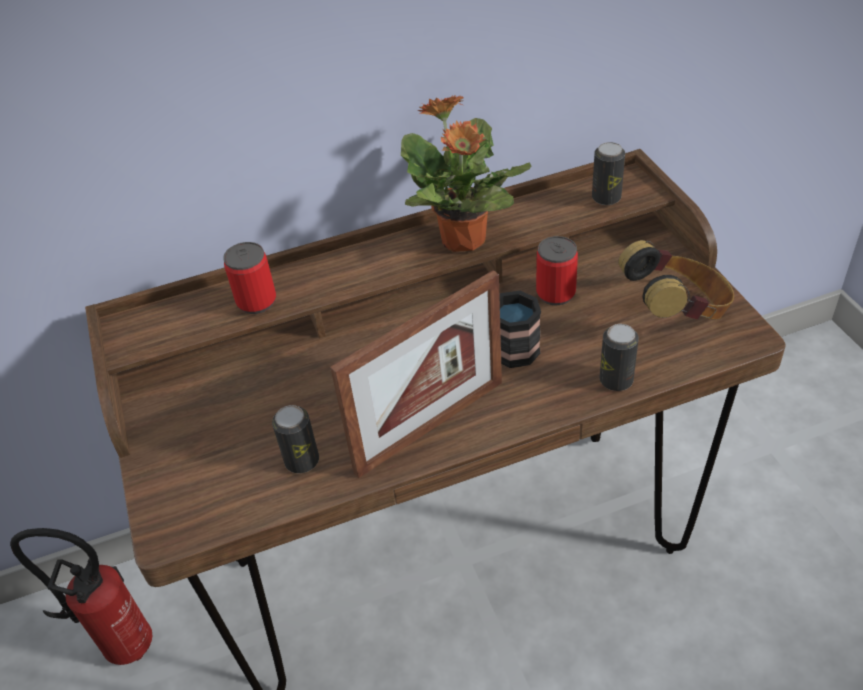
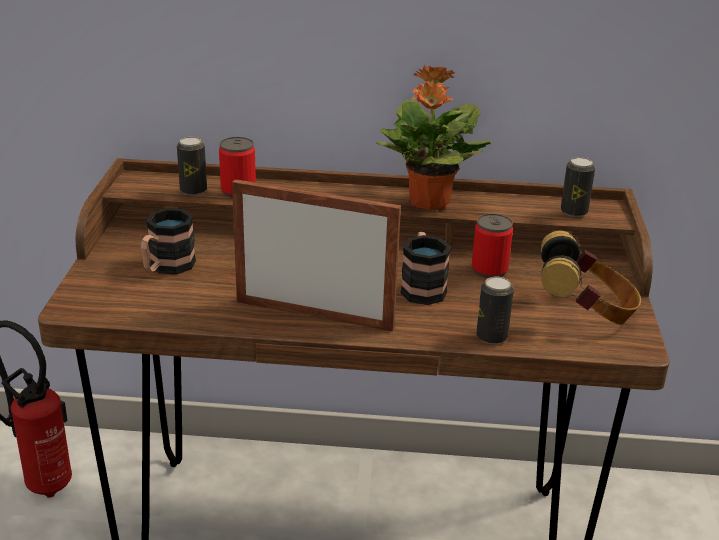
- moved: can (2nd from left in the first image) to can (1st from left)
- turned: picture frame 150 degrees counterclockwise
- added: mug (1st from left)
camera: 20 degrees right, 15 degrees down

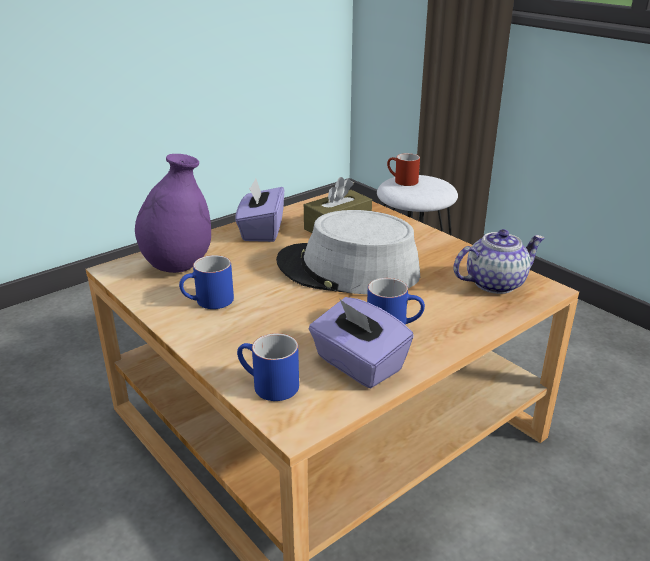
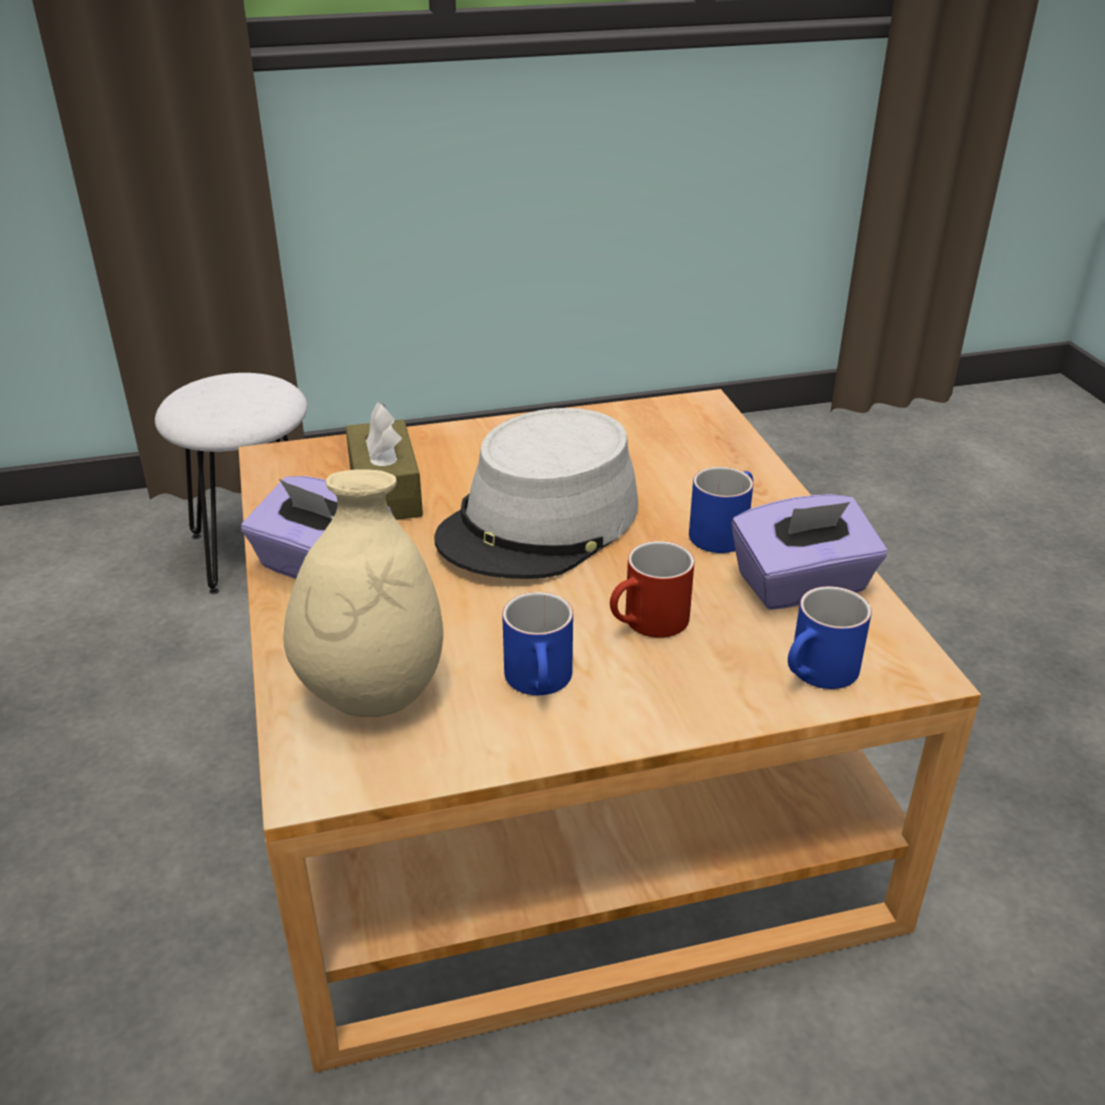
- recoloured: vase in purple to vase in beige
- moved: mug in red
- removed: teapot
camera: 65 degrees left, 5 degrees up

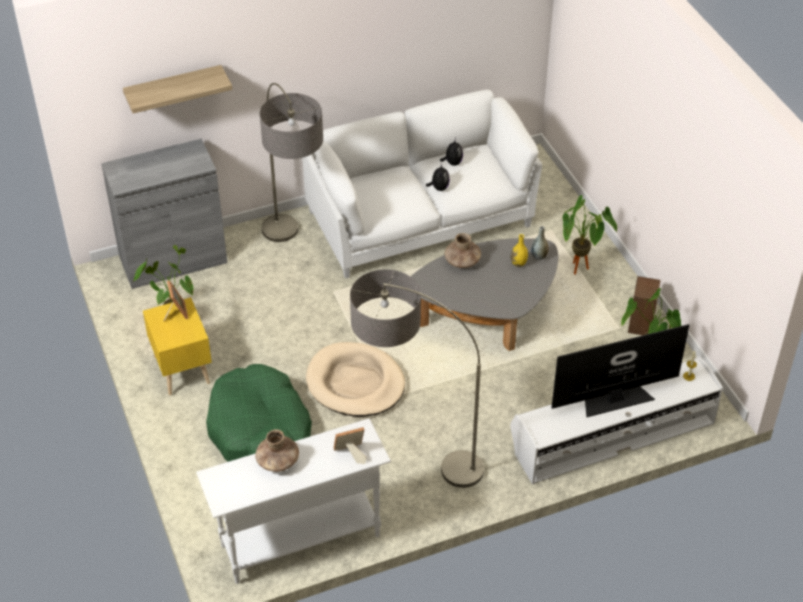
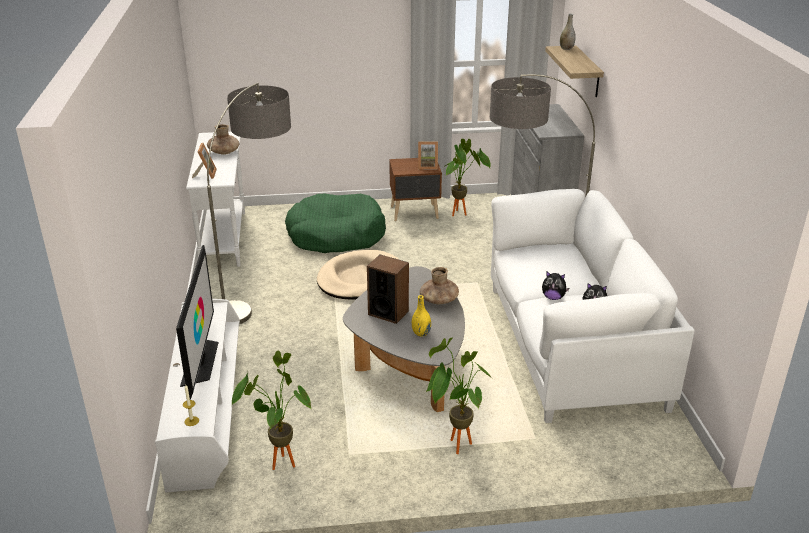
- recoloured: nightstand in yellow to nightstand in brown
- moved: vase in grey
- moved: speaker
camera: 105 degrees right, 15 degrees down

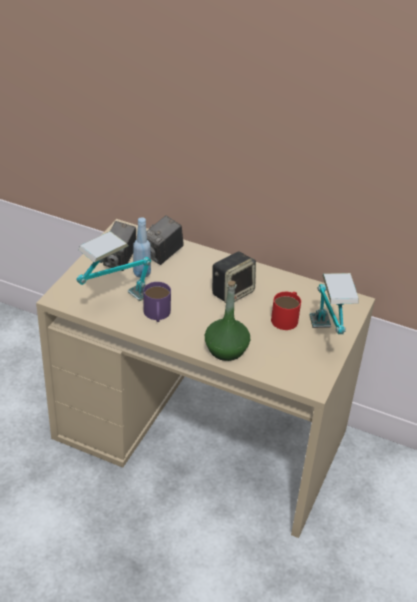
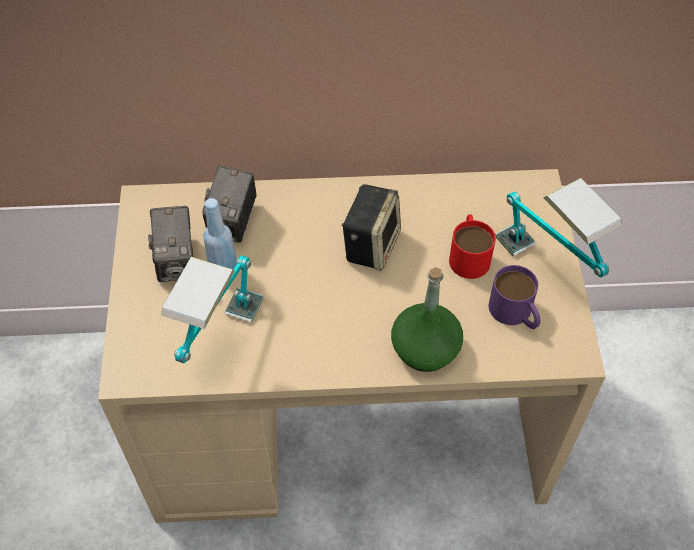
- moved: mug in purple
camera: 25 degrees left, 15 degrees up

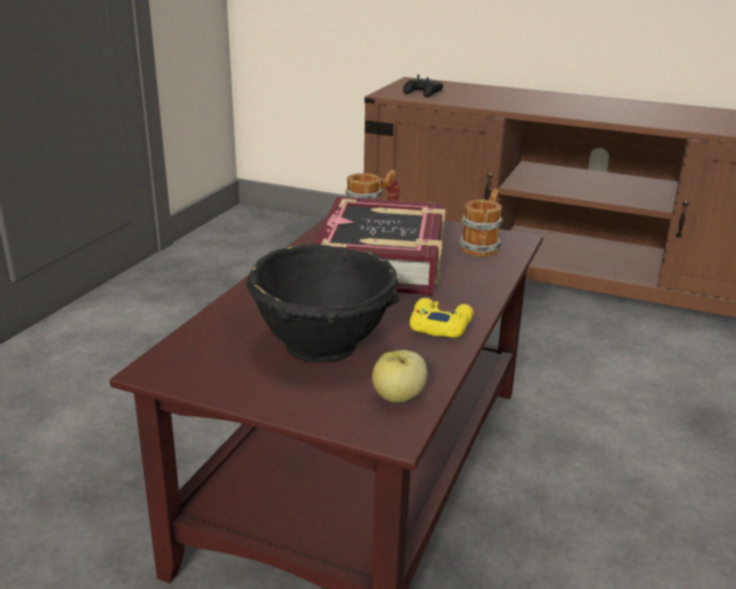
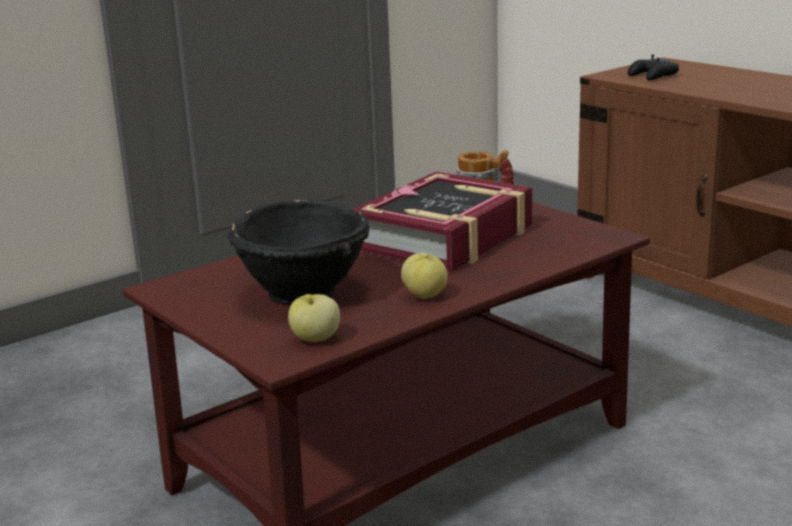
- replaced: game controller in yellow to apple (2nd from left)
- removed: mug (2nd from left)
camera: 30 degrees right, 5 degrees down

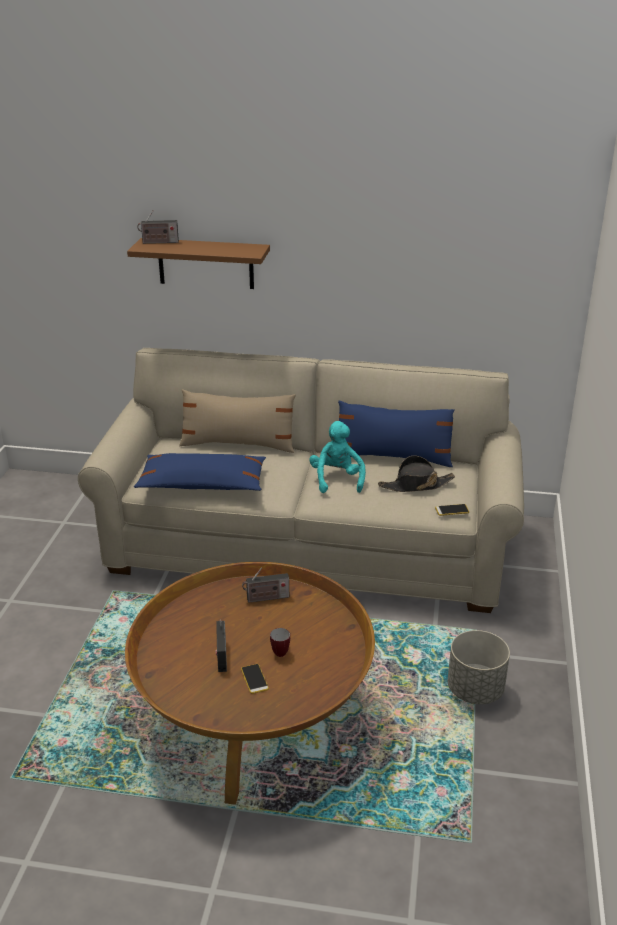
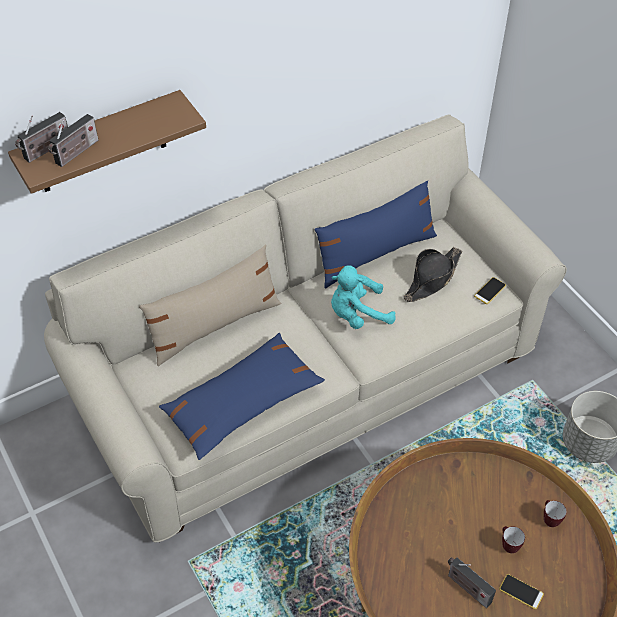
- moved: radio (3rd from left in the first image) to radio (2nd from left)
- turned: plush toy in turquoise 60 degrees counterclockwise
- added: mug (2nd from left)
camera: 40 degrees left, 20 degrees up

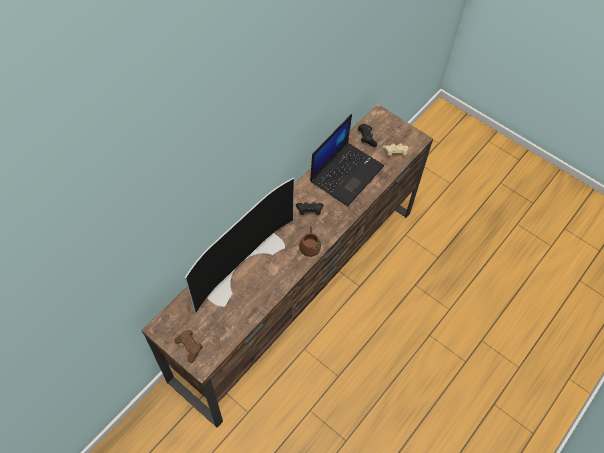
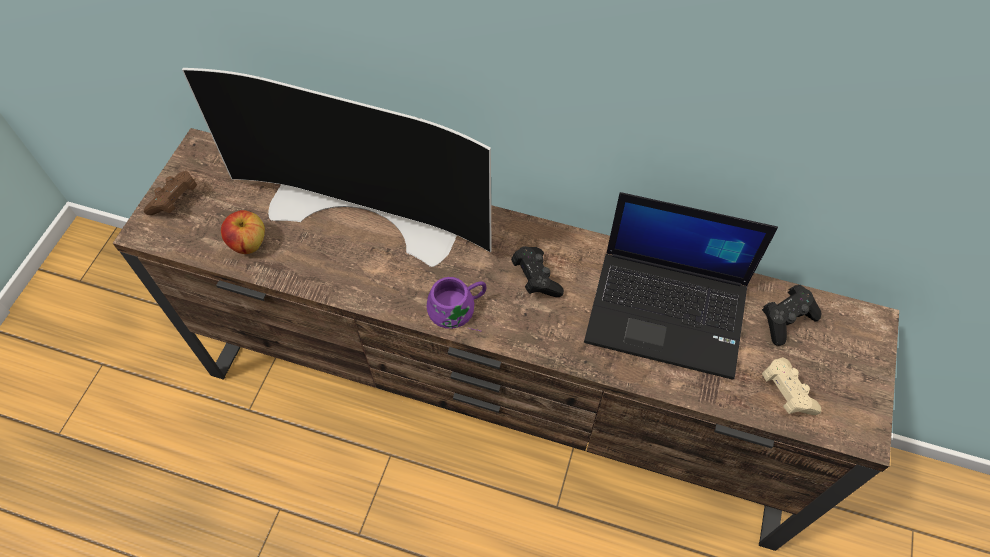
- recoloured: mug in brown to mug in purple
- added: apple
camera: 70 degrees right, 0 degrees up

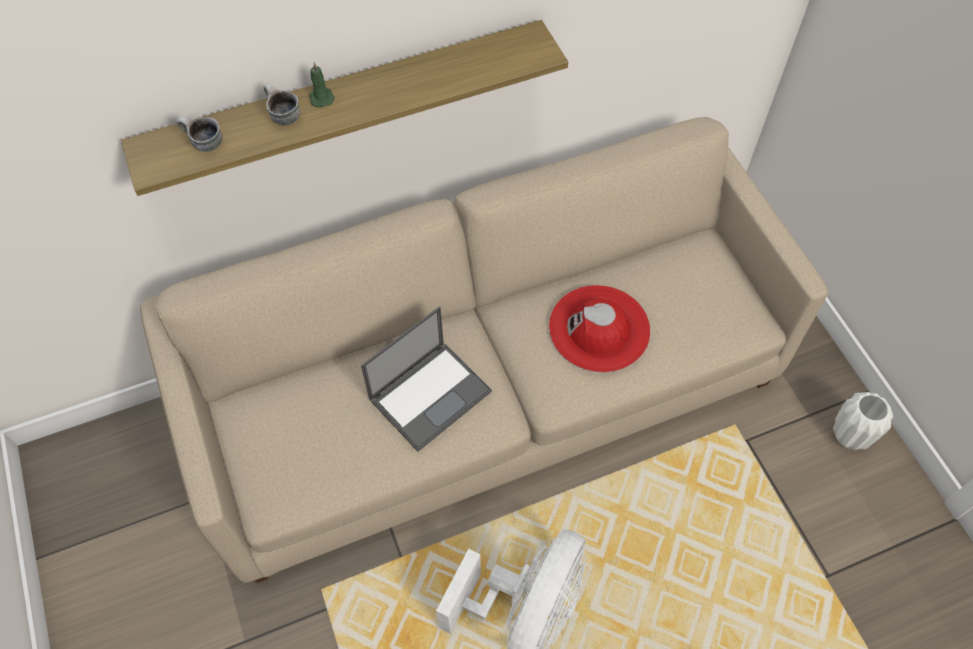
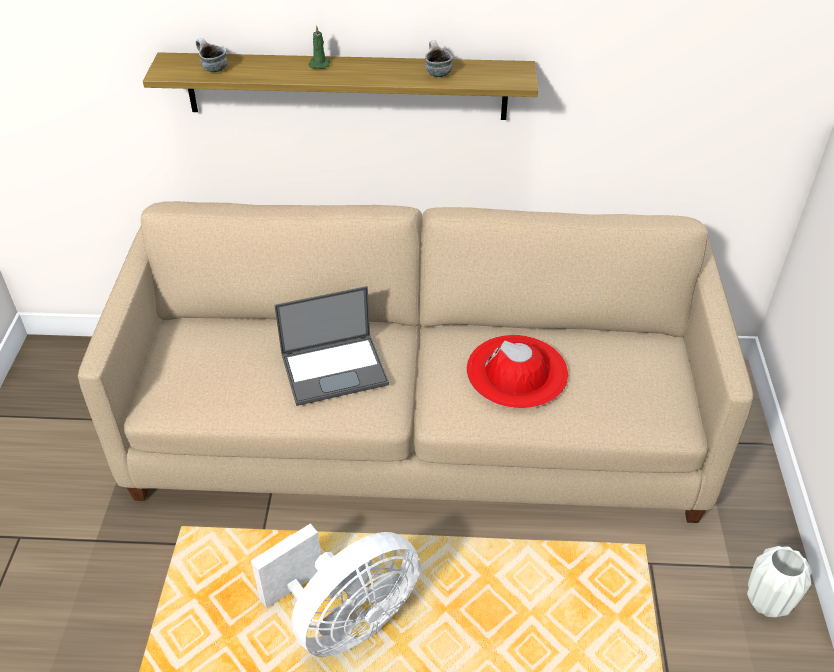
- moved: mug (2nd from left)
camera: 25 degrees right, 15 degrees down

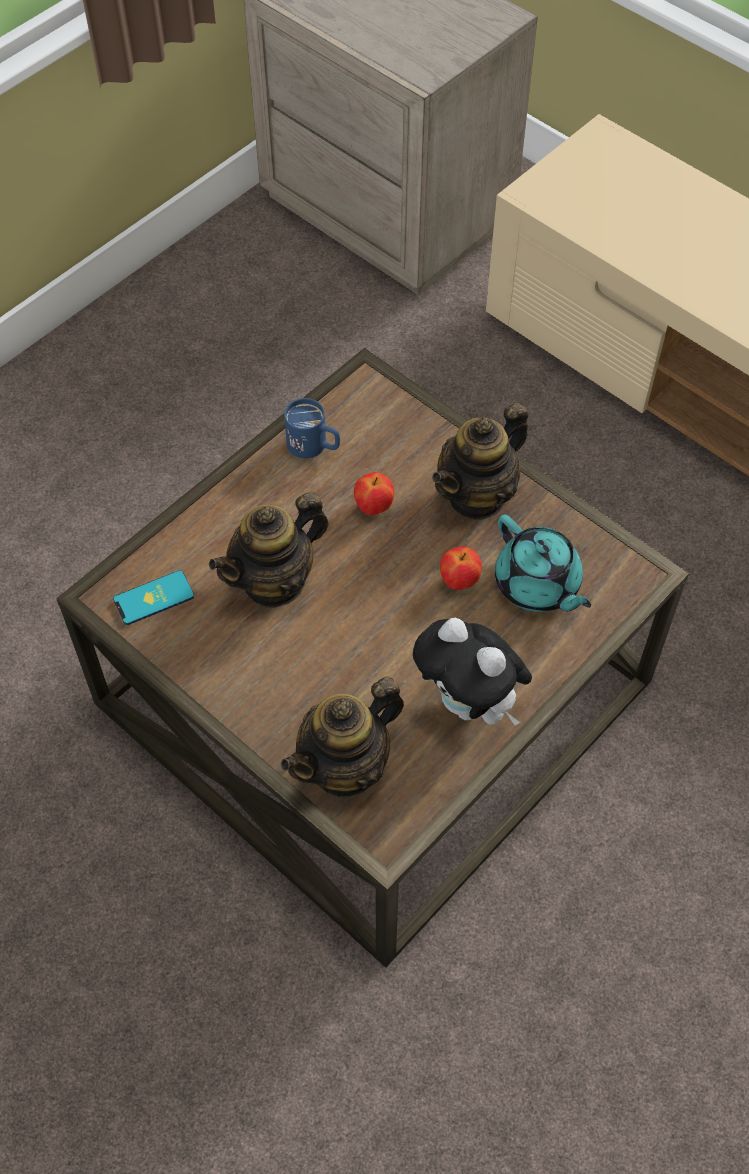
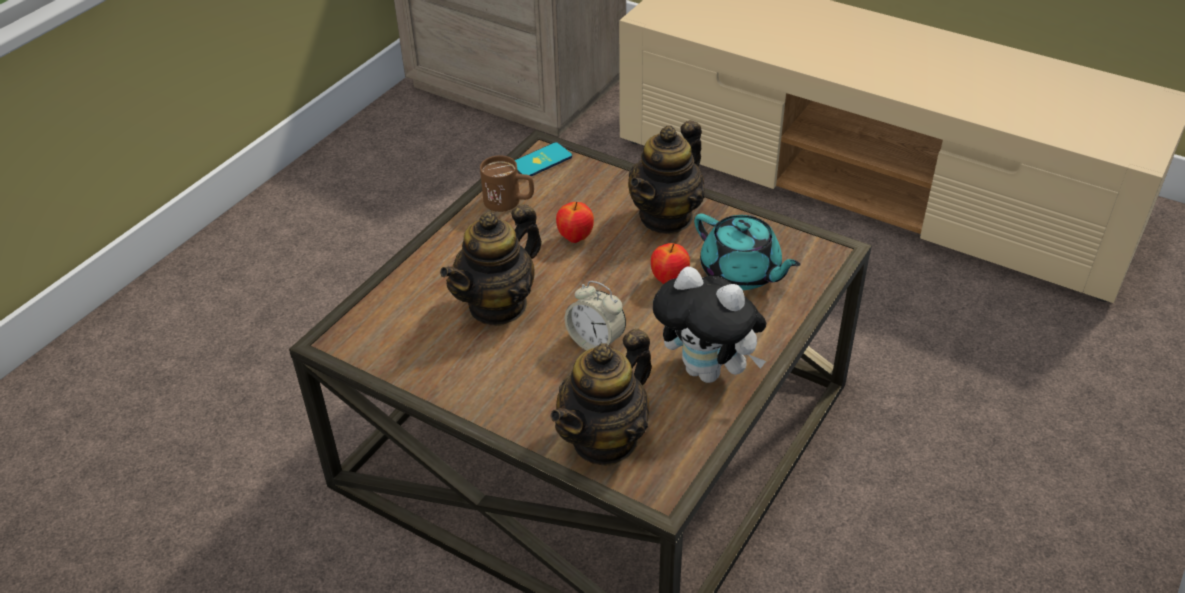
- moved: phone
- recoloured: mug in blue to mug in brown
- added: alarm clock
camera: 10 degrees left, 15 degrees down

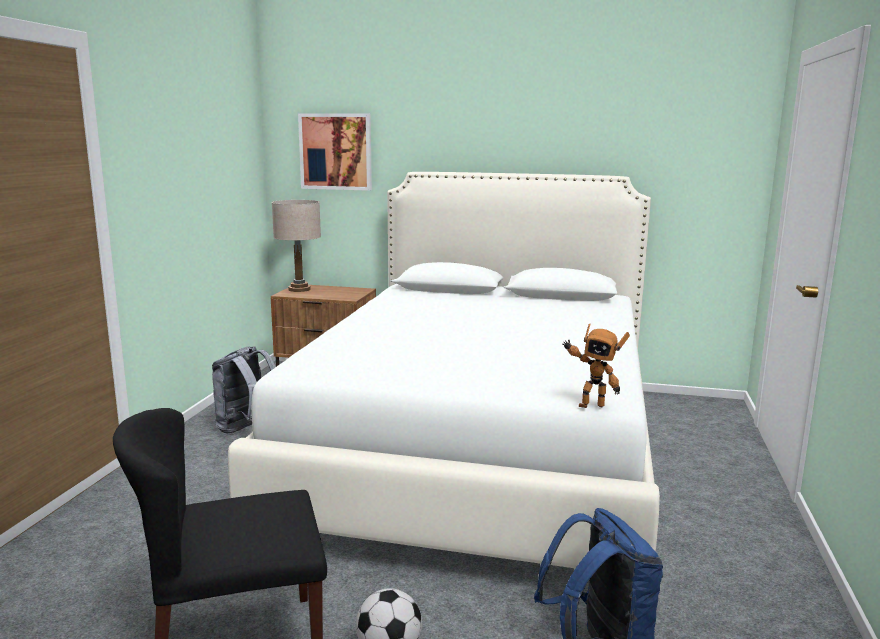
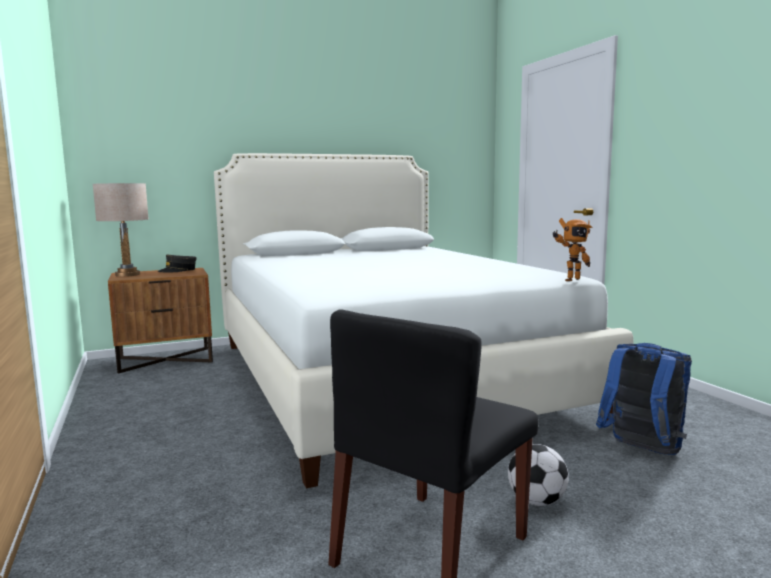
- removed: backpack in grey
- removed: picture
- added: cap in grey
camera: 35 degrees left, 5 degrees down

